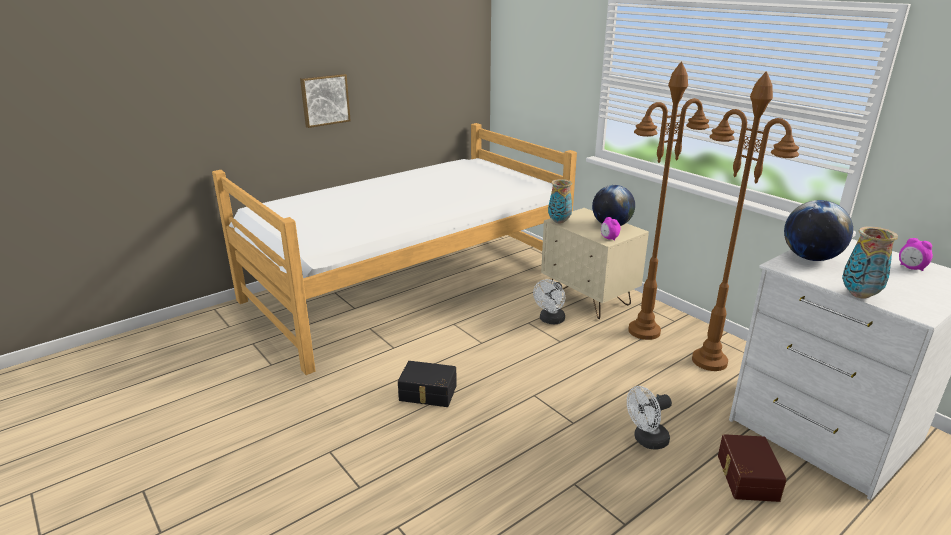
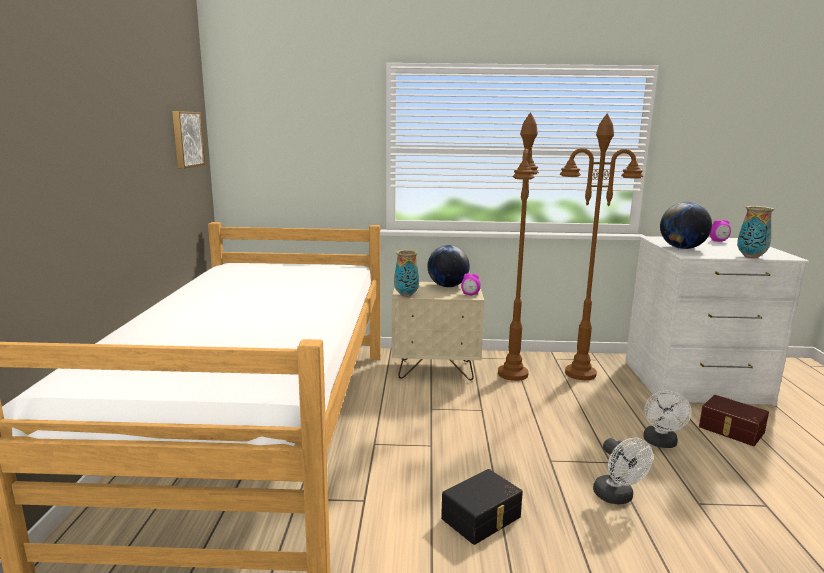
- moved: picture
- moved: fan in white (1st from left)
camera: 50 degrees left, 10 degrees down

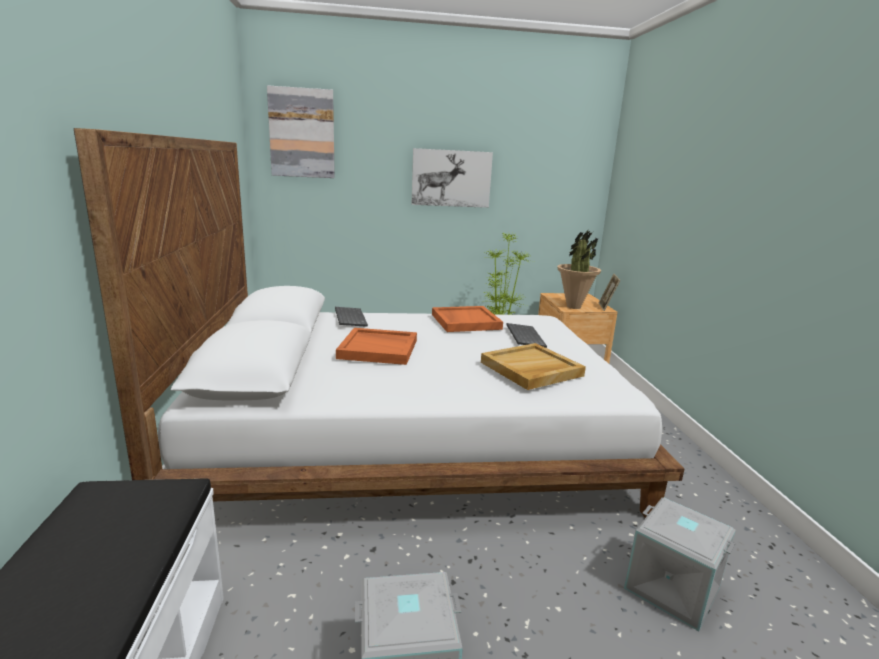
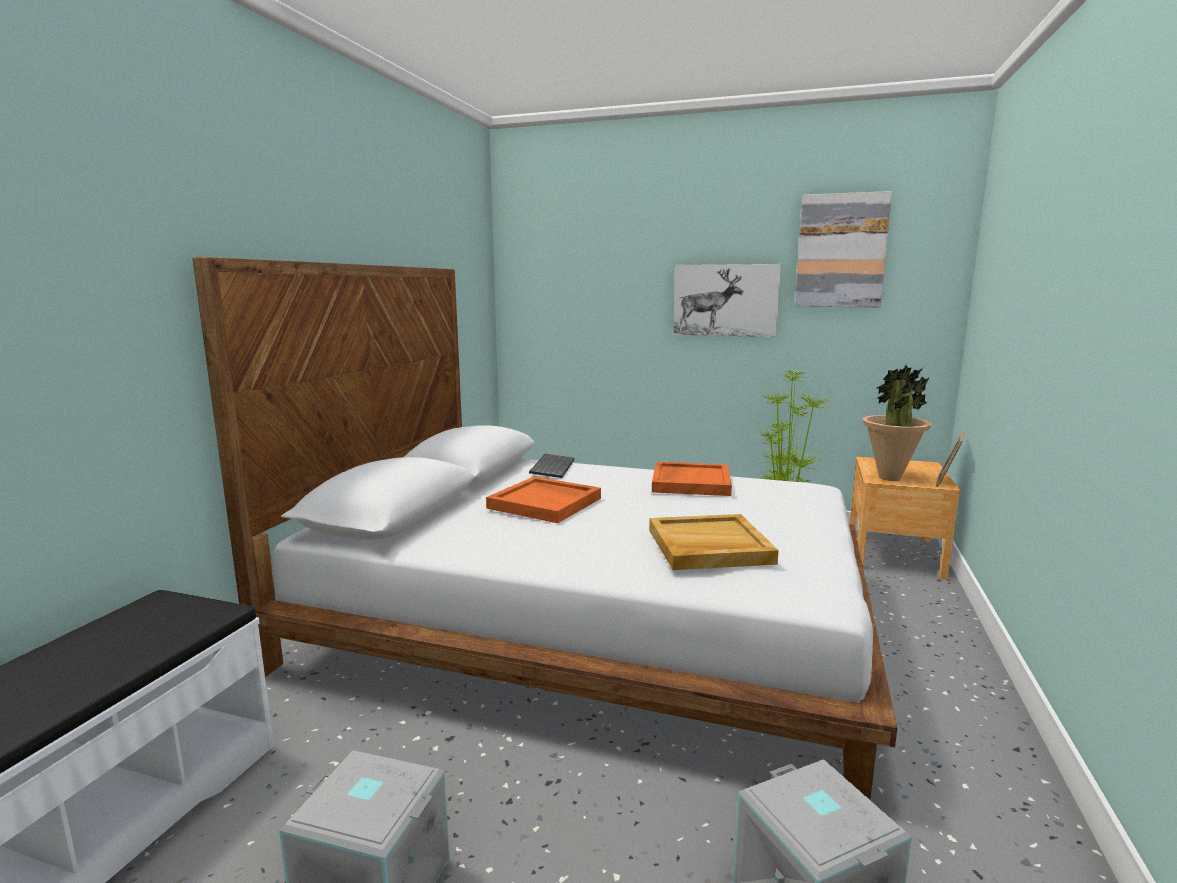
- moved: picture (1st from left in the first image) to picture (2nd from left)
- removed: keyboard (2nd from left)
camera: 25 degrees right, 5 degrees down

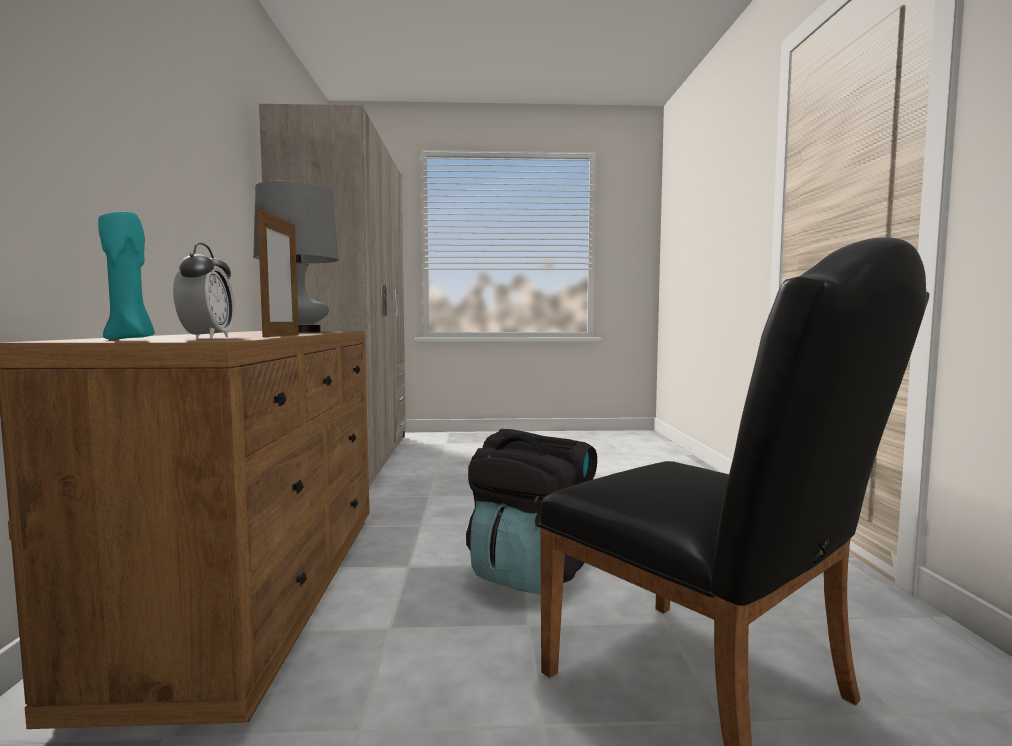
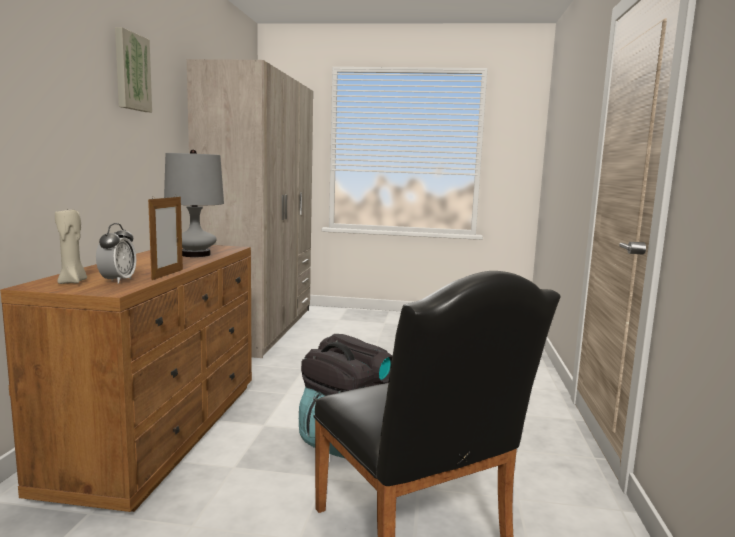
- recoloured: candle in turquoise to candle in beige
- added: picture
camera: 10 degrees right, 5 degrees up

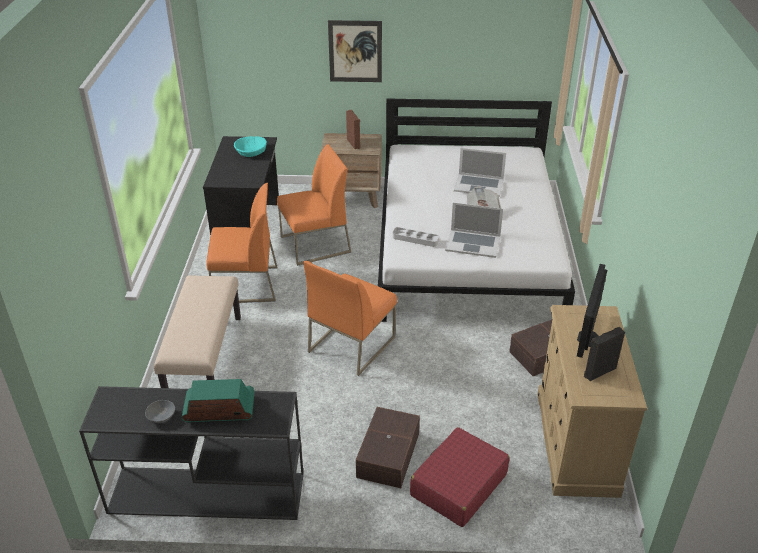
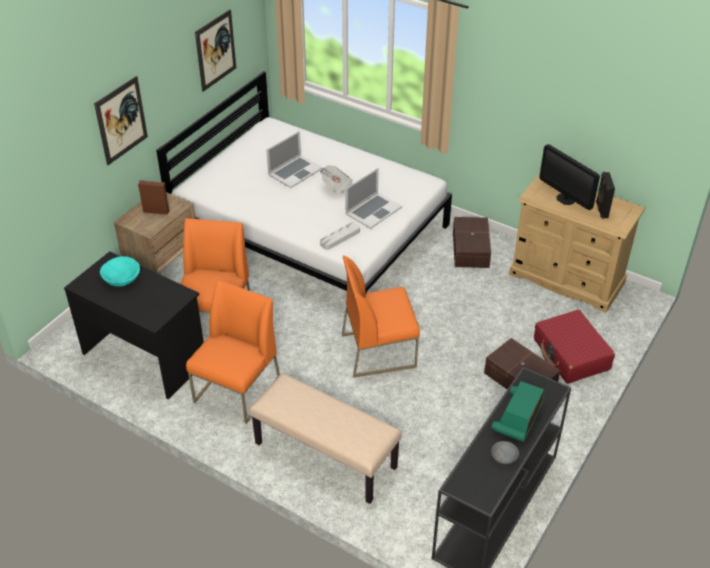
- turned: chair in orange (3rd from left) 105 degrees clockwise
- added: picture (2nd from left)
camera: 60 degrees left, 5 degrees up

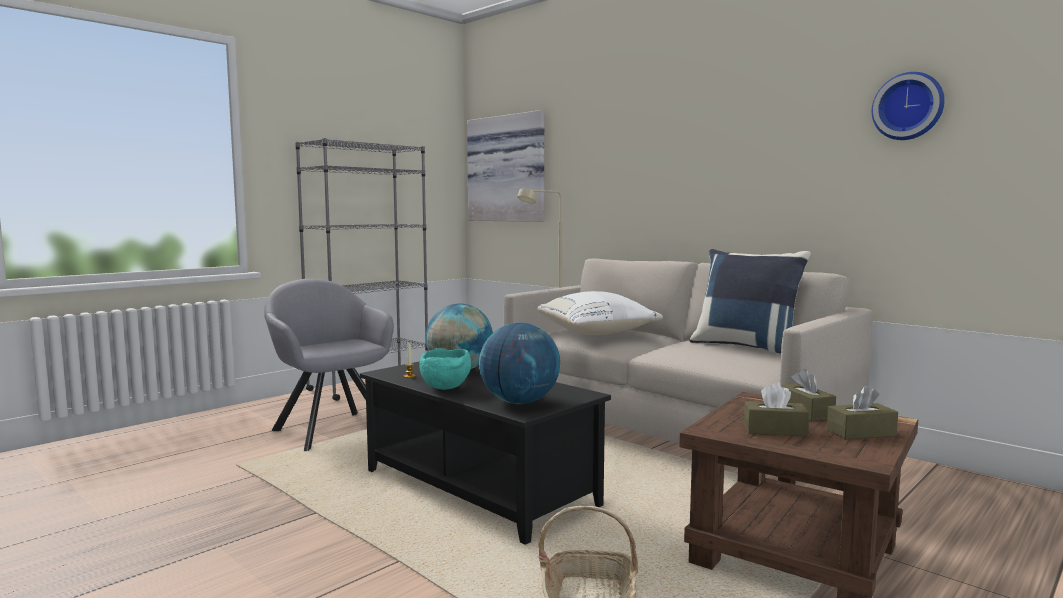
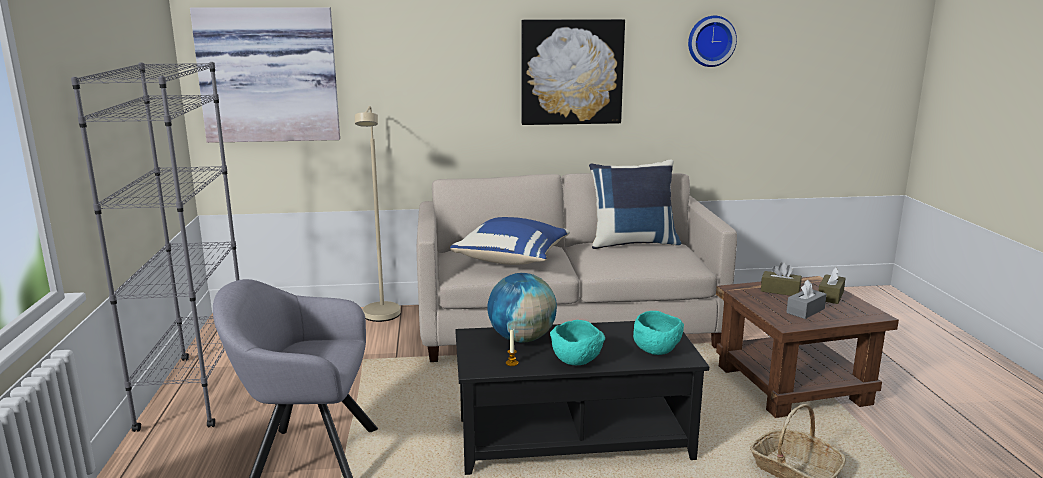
- replaced: globe (2nd from left) to bowl in turquoise (2nd from left)
- recoloured: pillow in white to pillow in blue (1st from left)
- recoloured: tissue box in brown (1st from left) to tissue box in grey
- added: picture (2nd from left)
camera: 50 degrees left, 10 degrees up

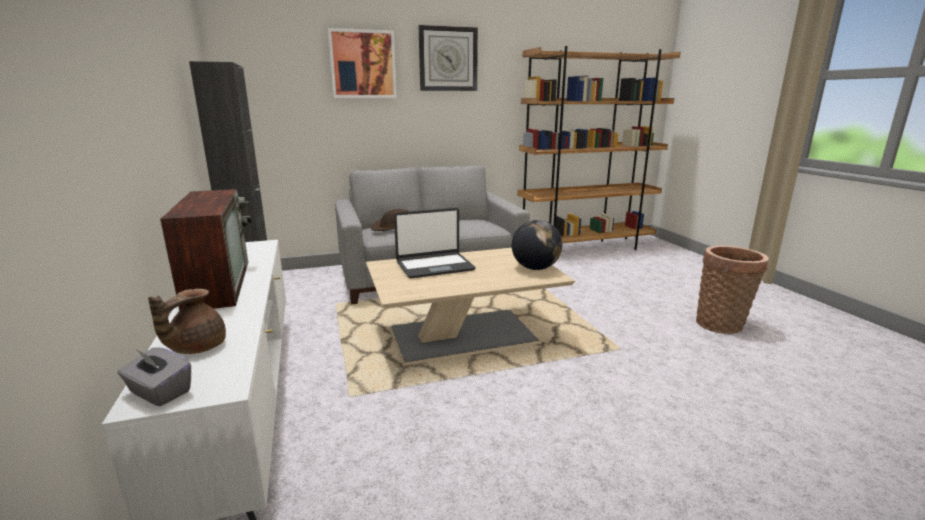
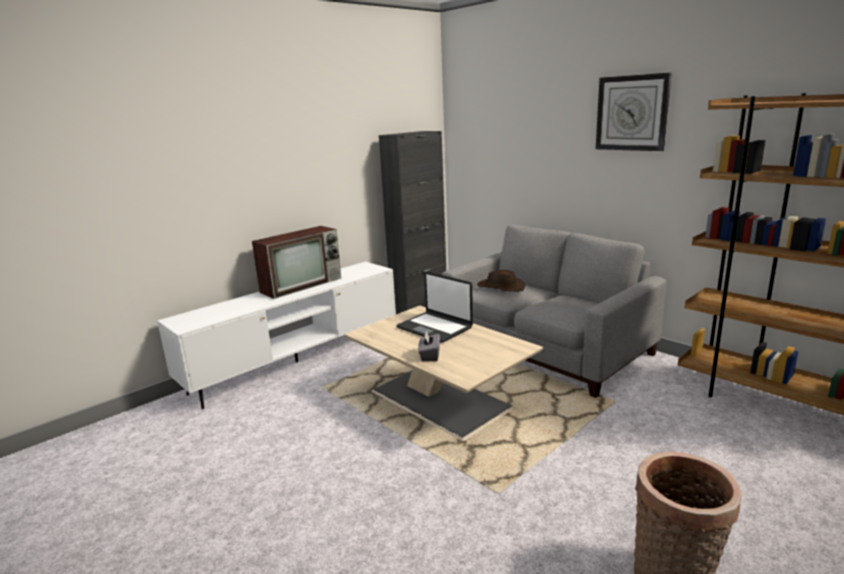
- moved: tissue box in grey
- removed: teapot in brown
- removed: picture
- removed: globe
camera: 65 degrees right, 0 degrees up

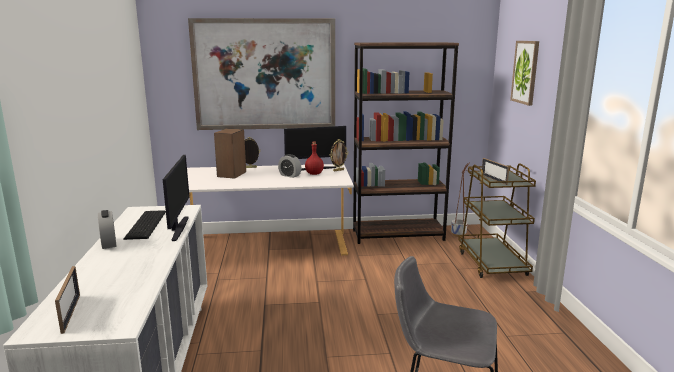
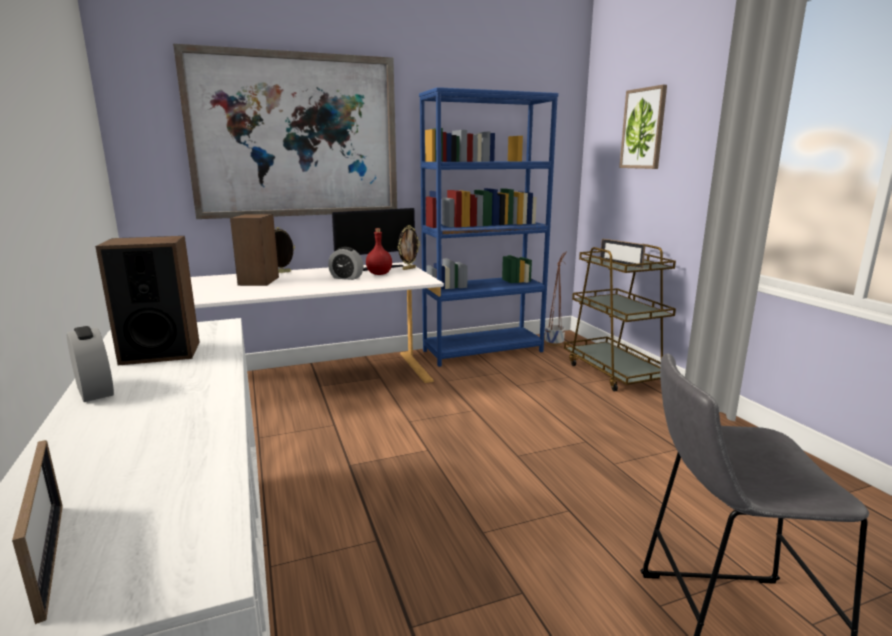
- replaced: keyboard to speaker (1st from left)
- removed: monitor (1st from left)
- recoloured: bookcase in brown to bookcase in blue
camera: 15 degrees left, 0 degrees up

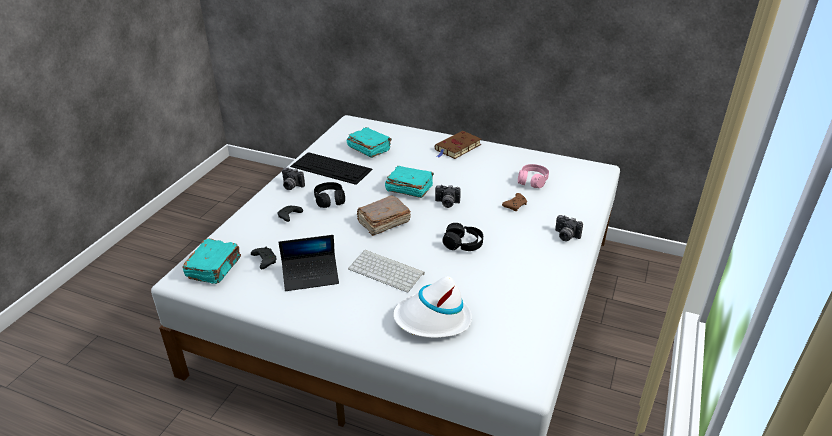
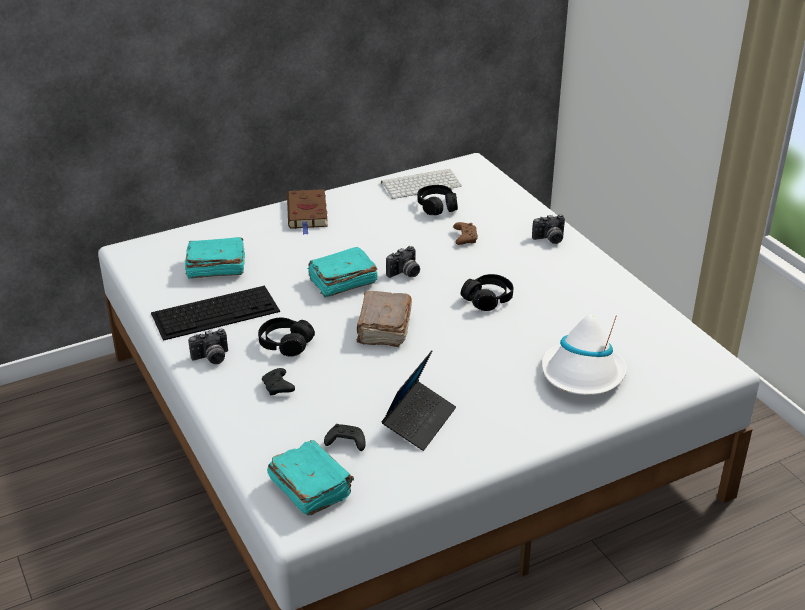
- moved: keyboard (2nd from left)
- recoloured: headphones in pink to headphones in black (2nd from left)
camera: 50 degrees left, 0 degrees up

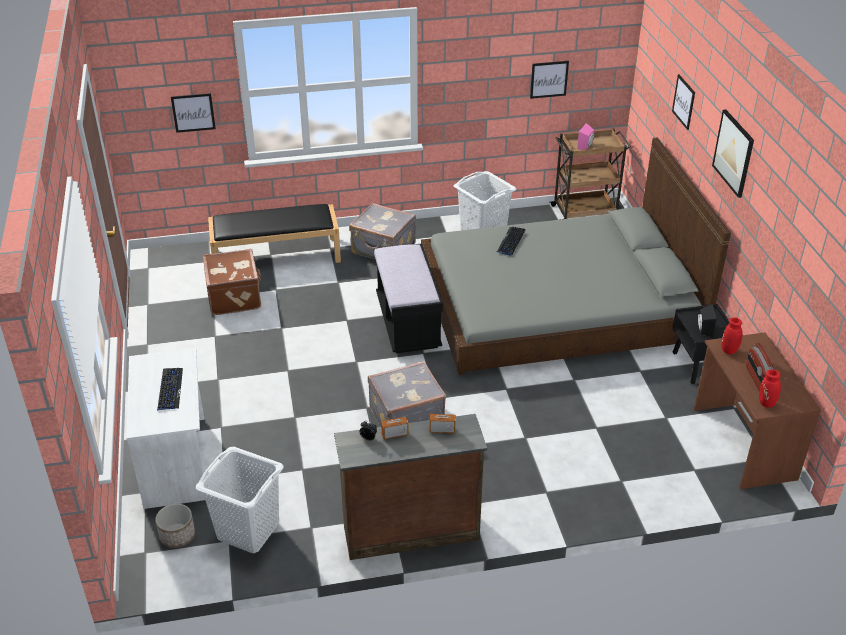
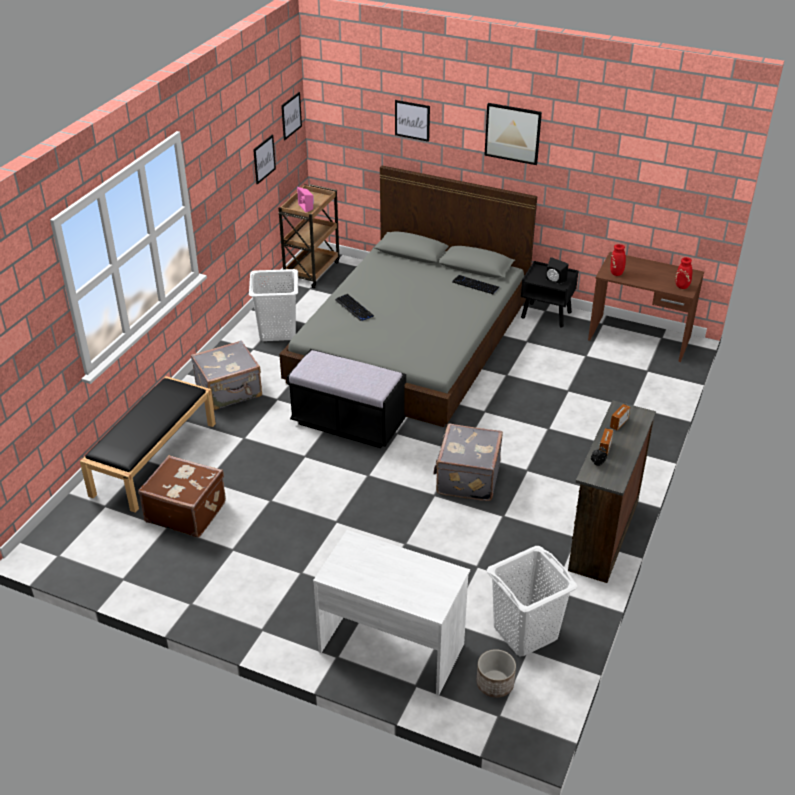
- moved: keyboard (1st from left in the first image) to keyboard (2nd from left)
- moved: picture (1st from left in the first image) to picture (2nd from left)
- removed: radio (3rd from left)
camera: 55 degrees left, 0 degrees up

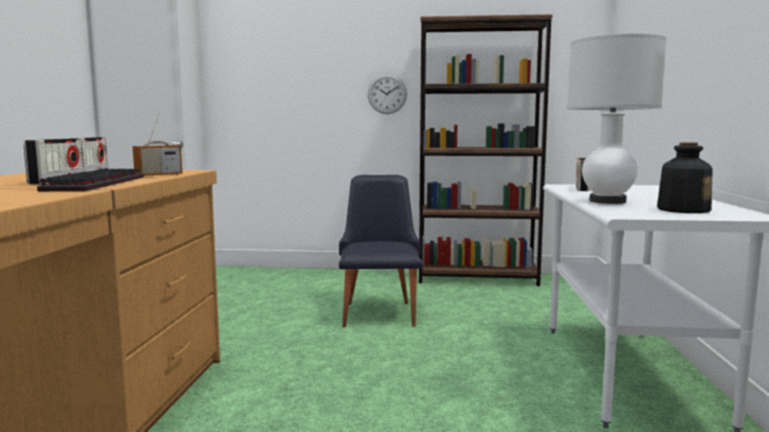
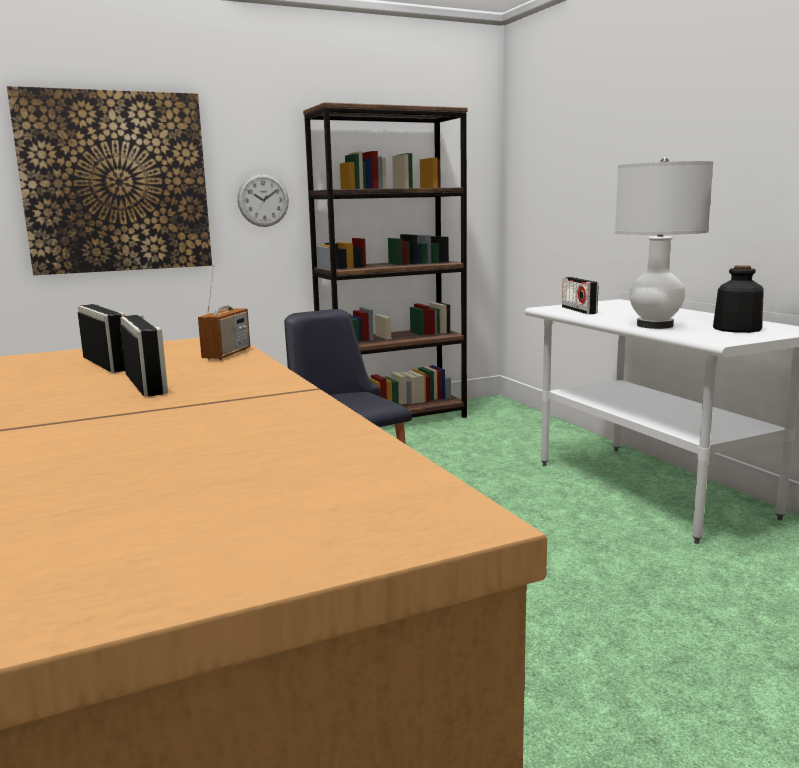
- removed: keyboard
- added: picture
camera: 30 degrees left, 5 degrees up

